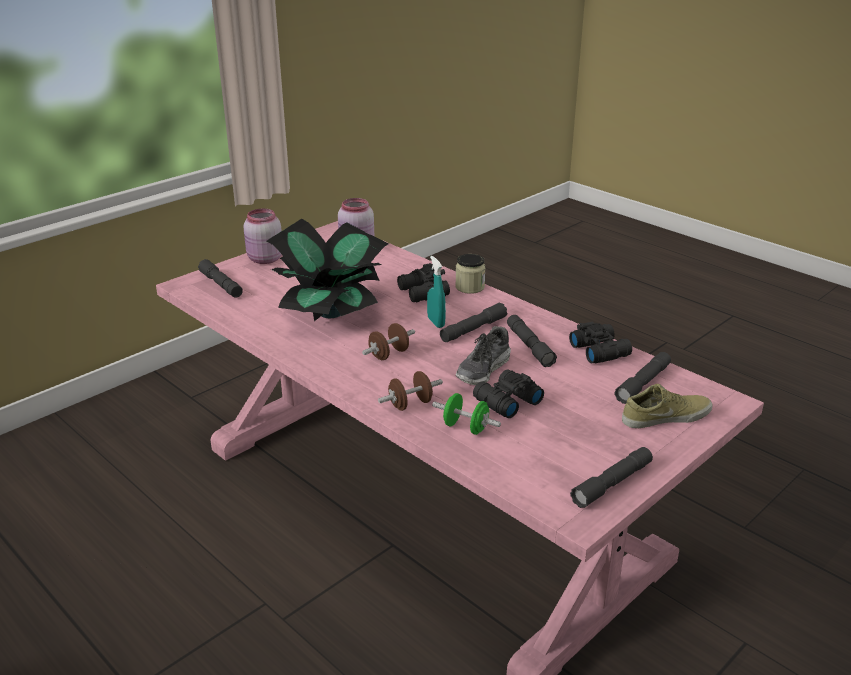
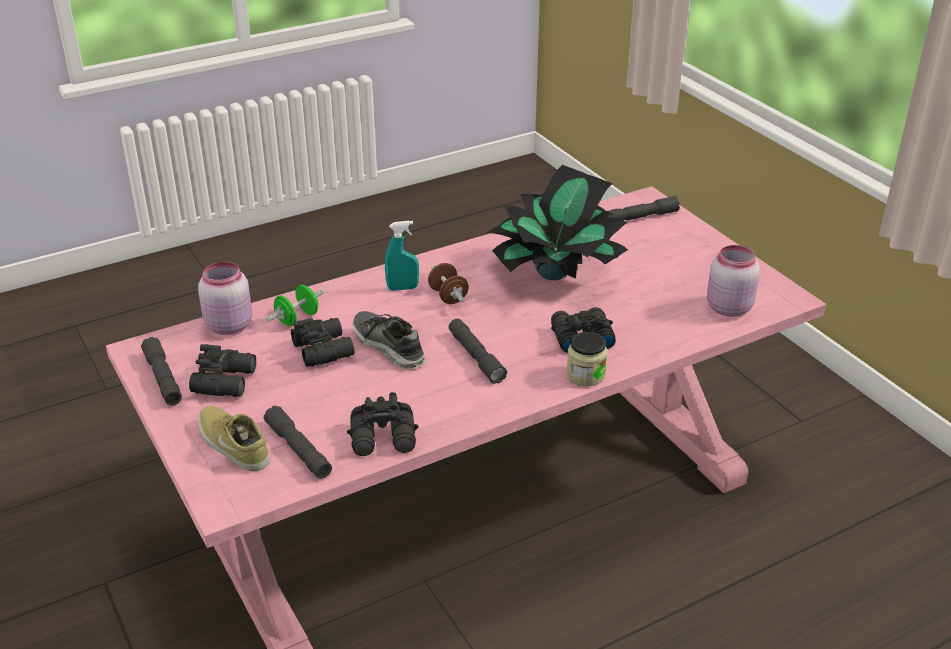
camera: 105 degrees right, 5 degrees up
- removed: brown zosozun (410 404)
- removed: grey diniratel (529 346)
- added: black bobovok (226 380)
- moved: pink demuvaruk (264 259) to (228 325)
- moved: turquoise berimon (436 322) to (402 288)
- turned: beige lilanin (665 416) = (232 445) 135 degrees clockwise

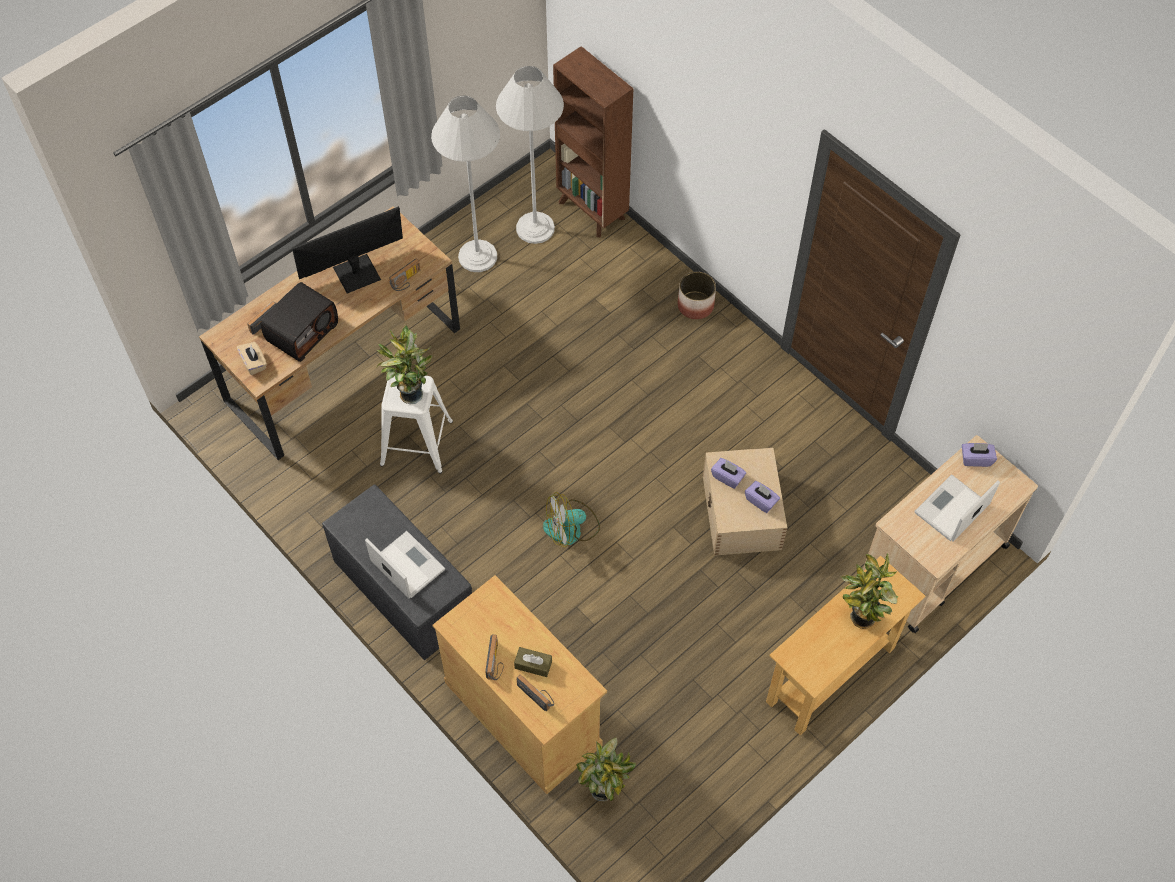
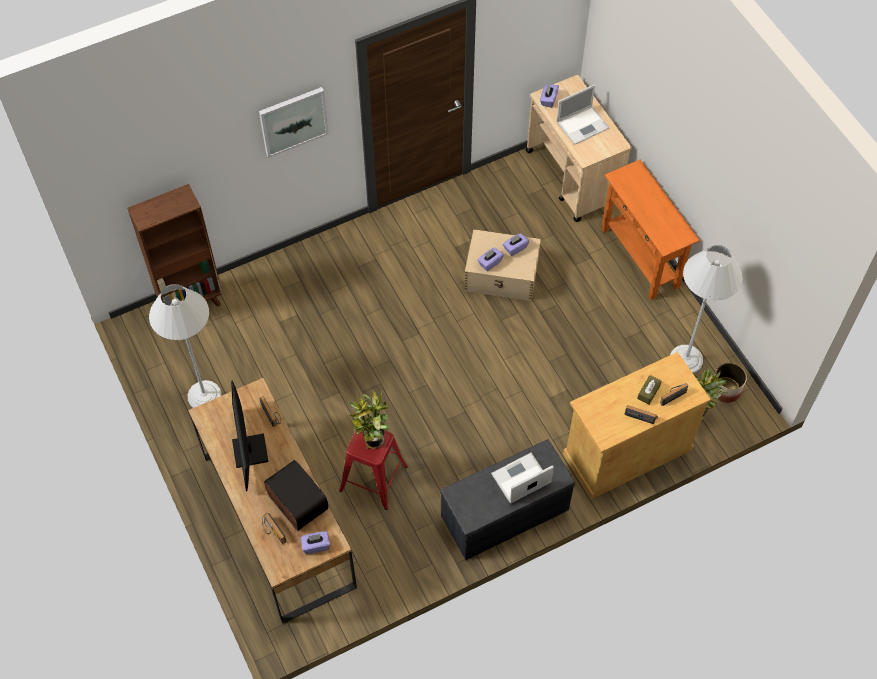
camera: 75 degrees left, 0 degrees up
- removed: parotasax (571 528)
- removed: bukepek (860 619)
- added: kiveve (293 121)
- moved: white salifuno (535 228) to (686 360)
- moved: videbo (696 305) to (725 389)
- recoloured: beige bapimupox (254 363) to purple bapimupox (316 545)
- recoloured: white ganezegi (415 443) to red ganezegi (374 479)
- recoloured: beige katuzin (830 674) to orange katuzin (640 257)
- turned: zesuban (951 510) = (583 125) 90 degrees counterclockwise

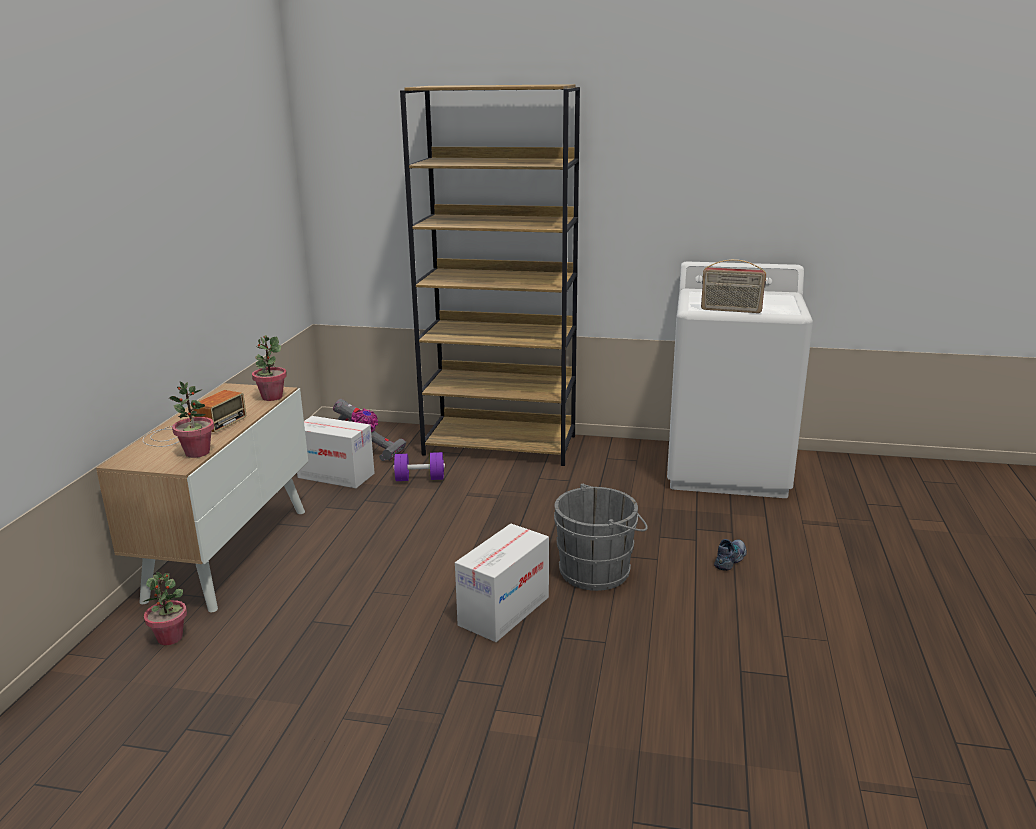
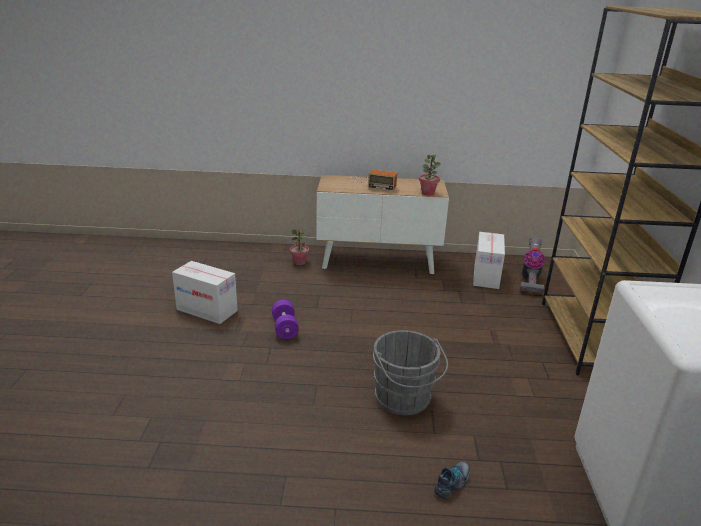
camera: 80 degrees right, 5 degrees up
- removed: bukepek (197 453)
- removed: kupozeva (731 310)
- moved: purple zosozun (420 479) to (285 328)
- moved: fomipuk (504 611) to (206 310)
- turned: lilanin (730 559) = (452 483) 75 degrees counterclockwise

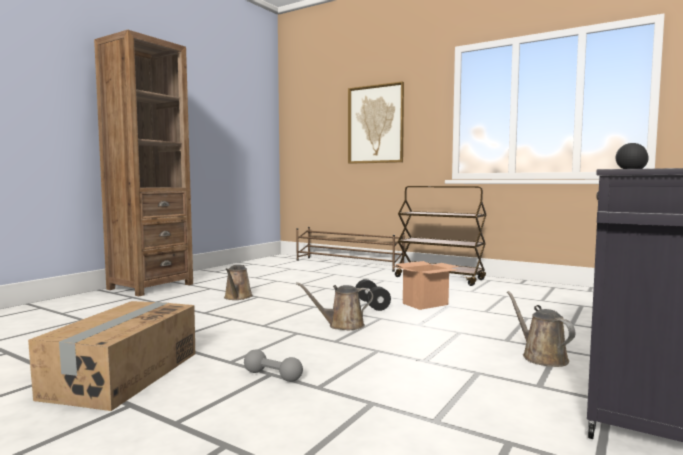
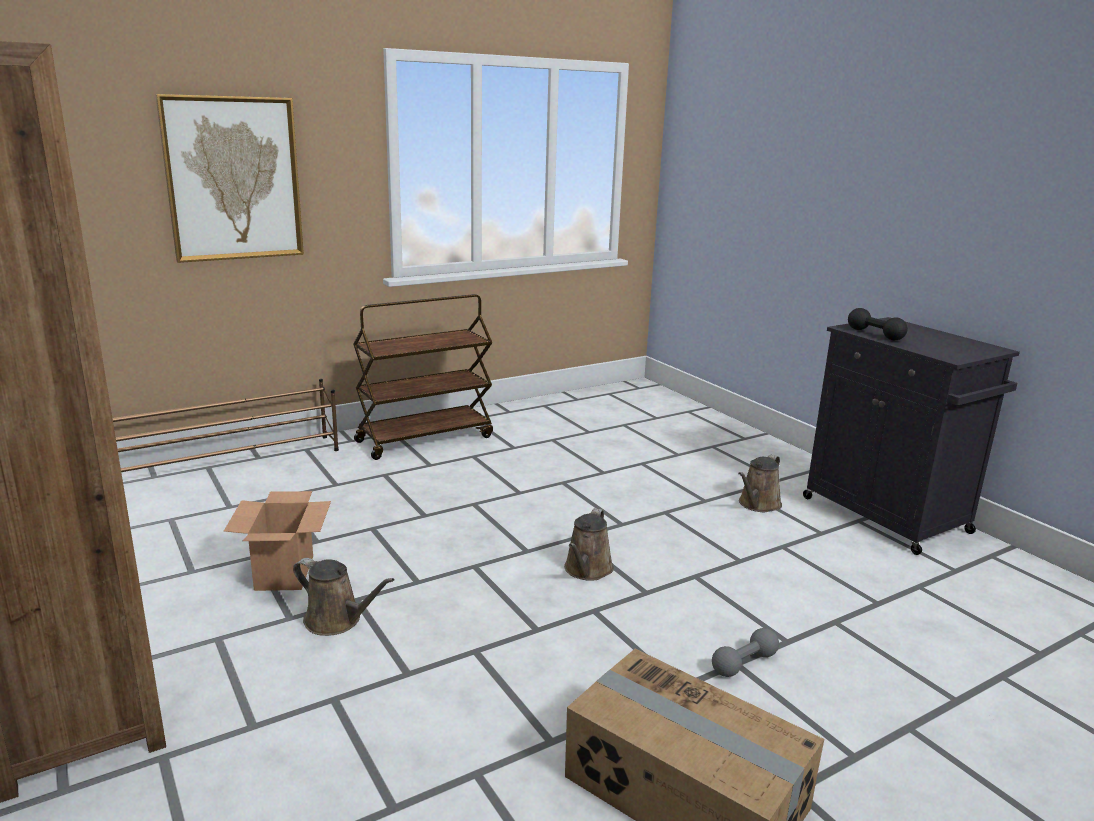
camera: 65 degrees left, 15 degrees up
- removed: black zosozun (372 305)
- moved: fomipuk (425 304) to (284 572)
- turned: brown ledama (541 357) = (758 504) 60 degrees counterclockwise

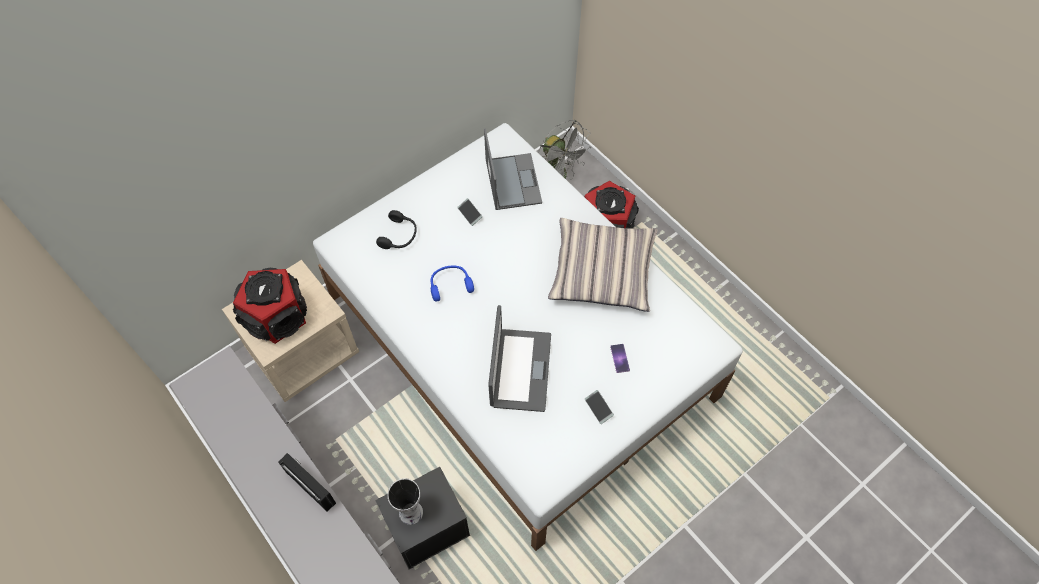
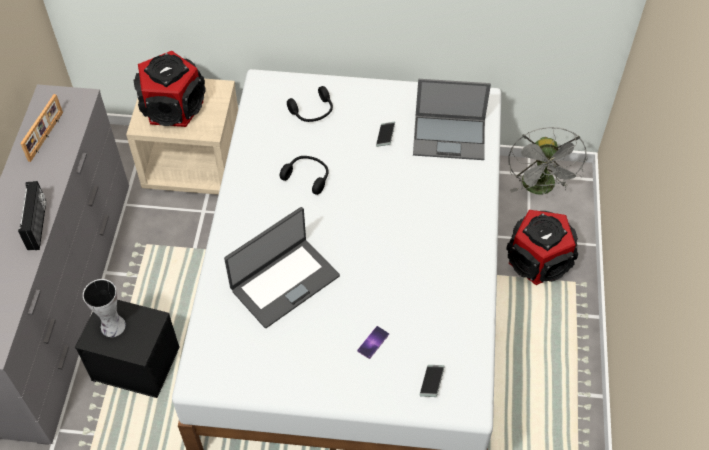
camera: 45 degrees right, 5 degrees down
- removed: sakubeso (602 271)
- added: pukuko (46 136)
- moved: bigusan (598 408) to (431 382)
- recoloured: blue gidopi (450 285) to black gidopi (307 177)
- turned: zesuban (512 181) = (450 137) 60 degrees clockwise

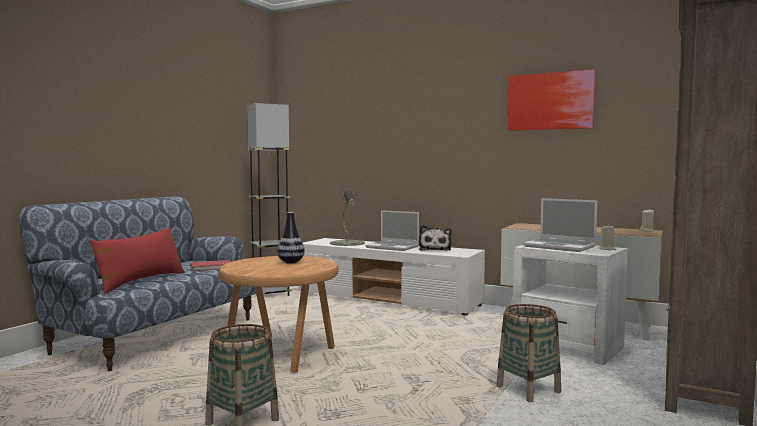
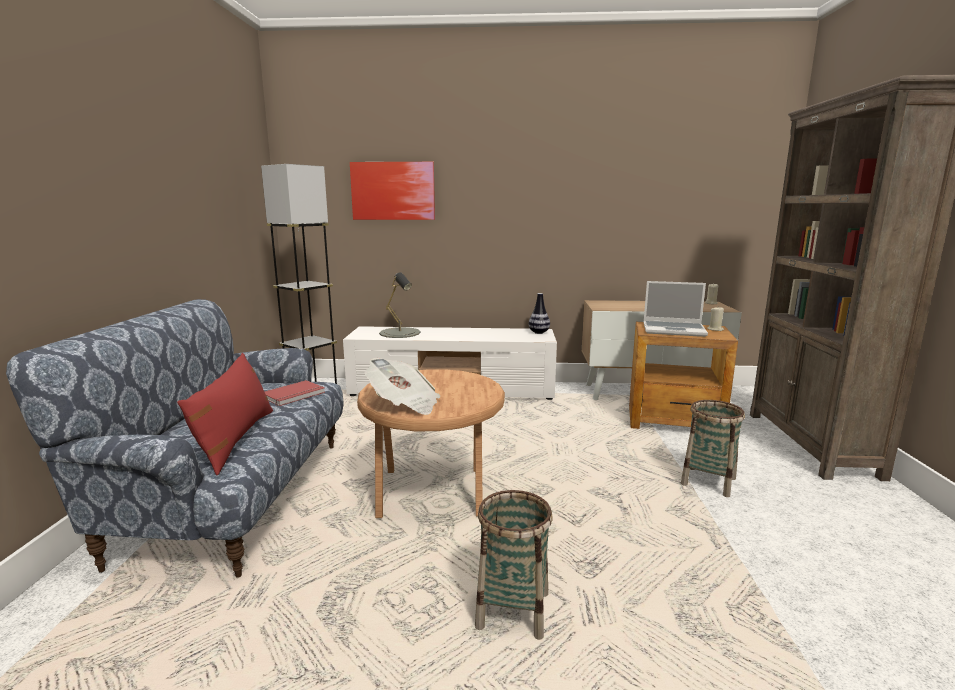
camera: 25 degrees left, 10 degrees up
- removed: zesuban (393 247)
- removed: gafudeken (434 249)
- added: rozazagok (404 404)
- moved: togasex (291 262) to (539 332)
- moved: kiveve (550 101) to (393 191)
- recoloured: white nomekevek (568 345) to brown nomekevek (674 421)

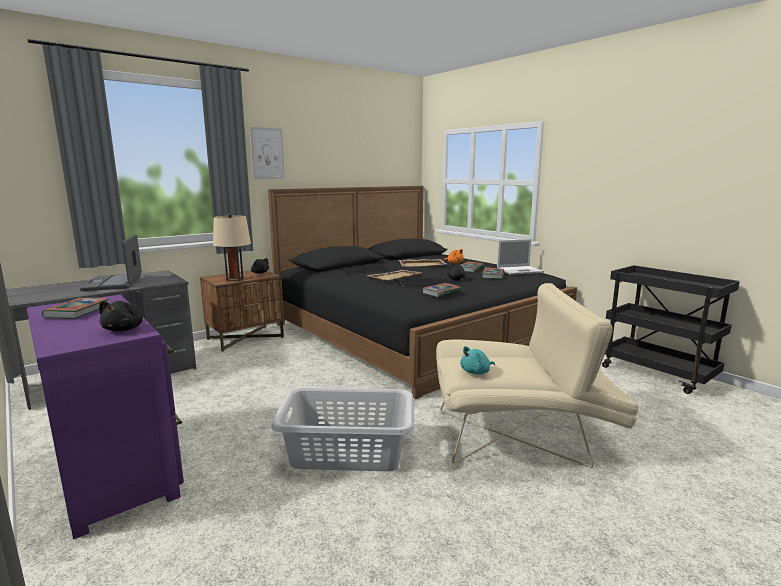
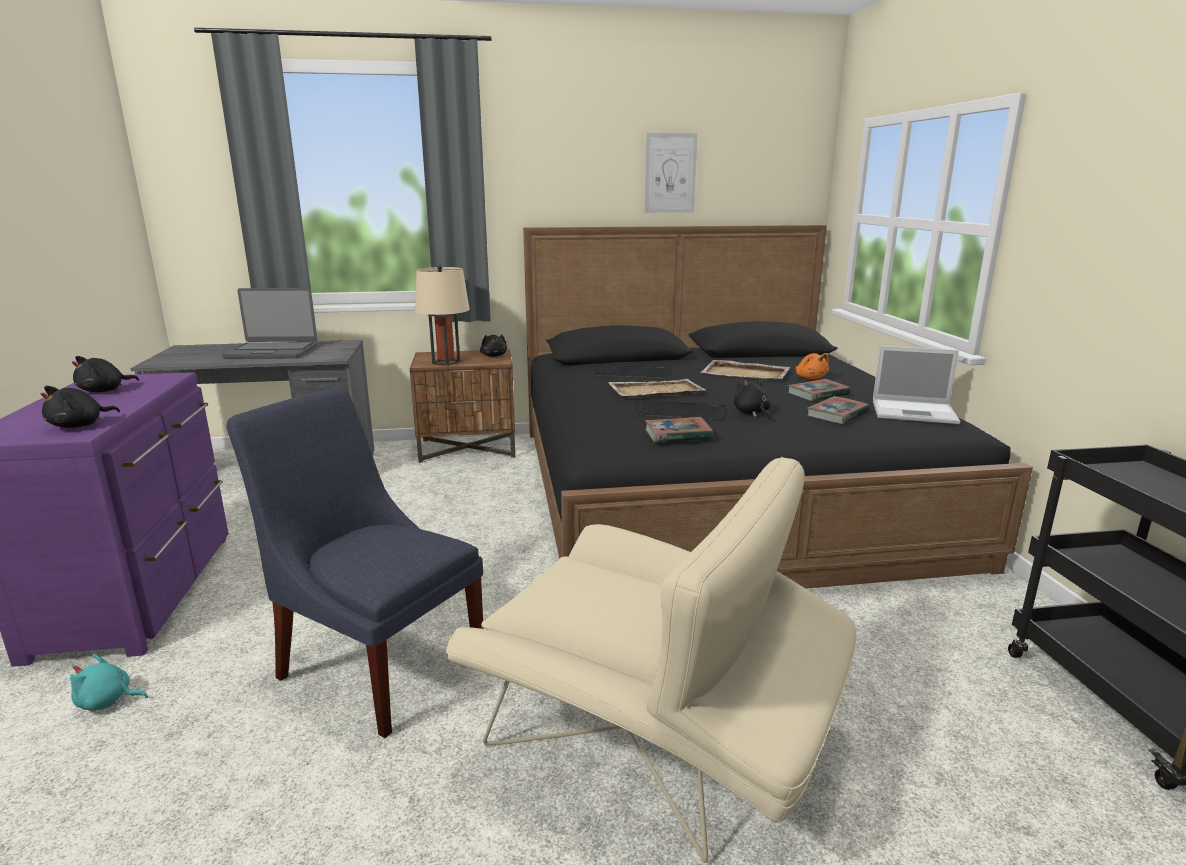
camera: 30 degrees right, 5 degrees up
- moved: kiveve (267 153) to (670 173)
- moved: turquoise gafudeken (476 372) to (108 701)
- replaced: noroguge (78 312) to black gafudeken (105 391)
- replaced: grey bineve (346 451) to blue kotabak (377 663)
- turned: zesuban (114 283) = (272 352) 105 degrees counterclockwise

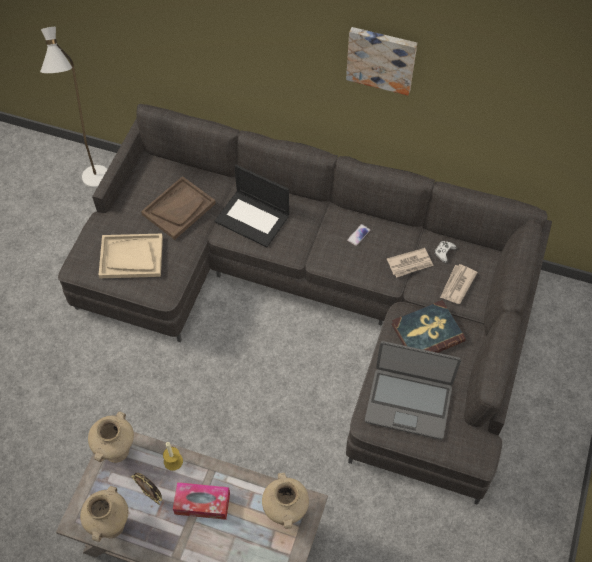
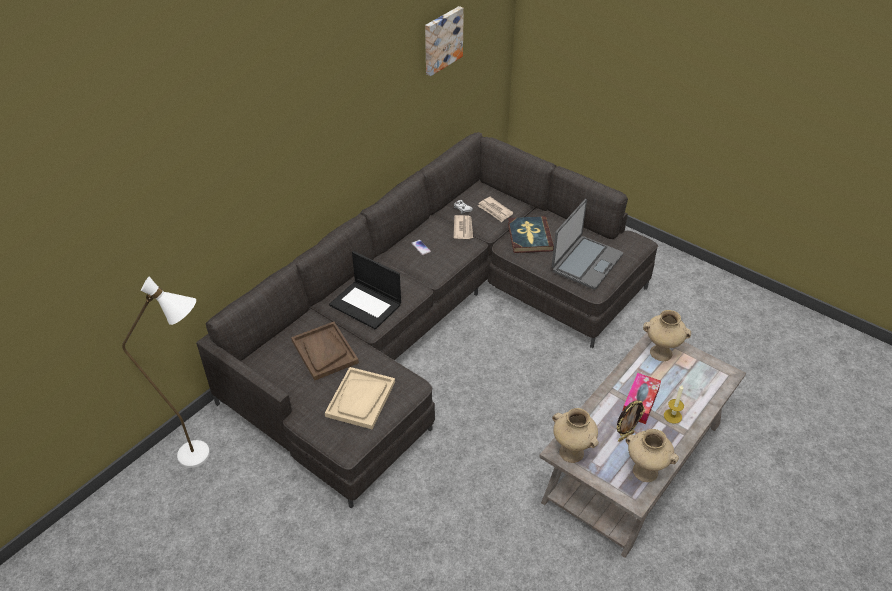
camera: 70 degrees left, 15 degrees down
- moved: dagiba (173 461) to (672 416)
- moved: kiveve (381 59) to (442 40)
- turned: zesuban (253 218) = (366 305) 75 degrees clockwise

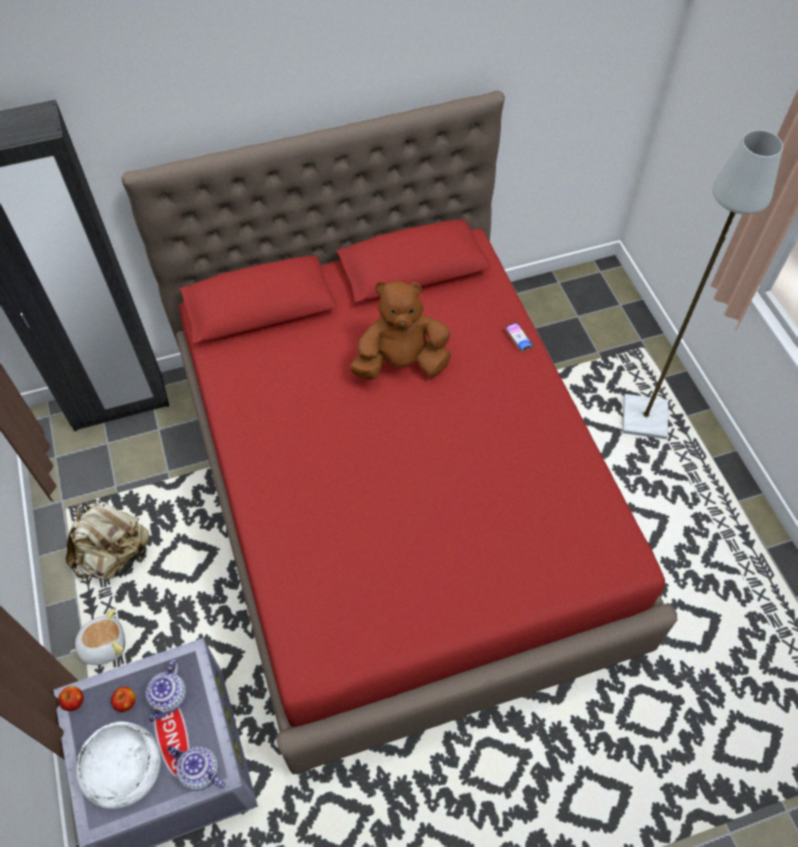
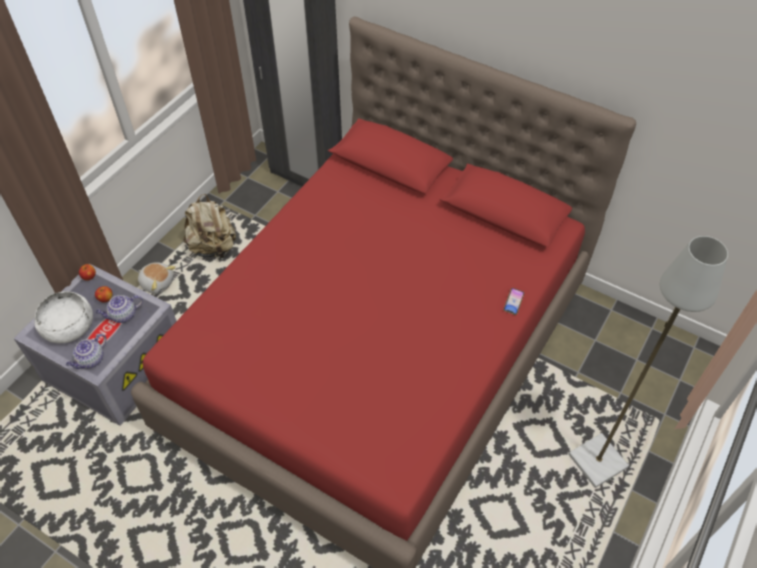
camera: 50 degrees right, 5 degrees down
- removed: brown gafudeken (401 363)
- turned: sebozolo (199 771) = (91 360) 135 degrees counterclockwise

